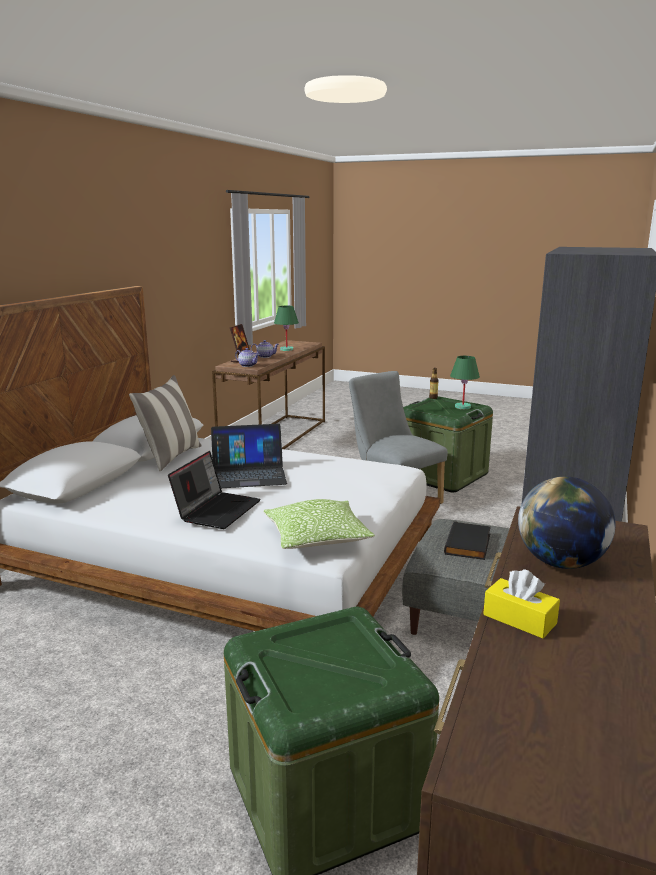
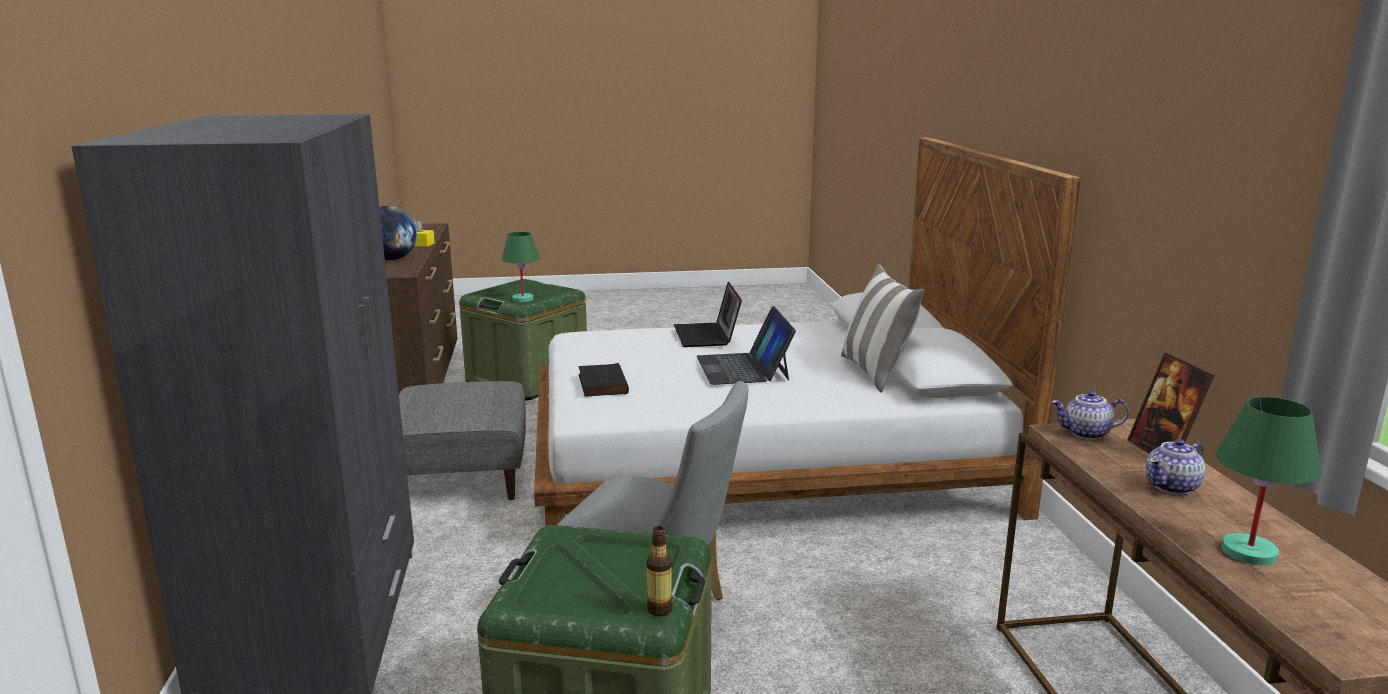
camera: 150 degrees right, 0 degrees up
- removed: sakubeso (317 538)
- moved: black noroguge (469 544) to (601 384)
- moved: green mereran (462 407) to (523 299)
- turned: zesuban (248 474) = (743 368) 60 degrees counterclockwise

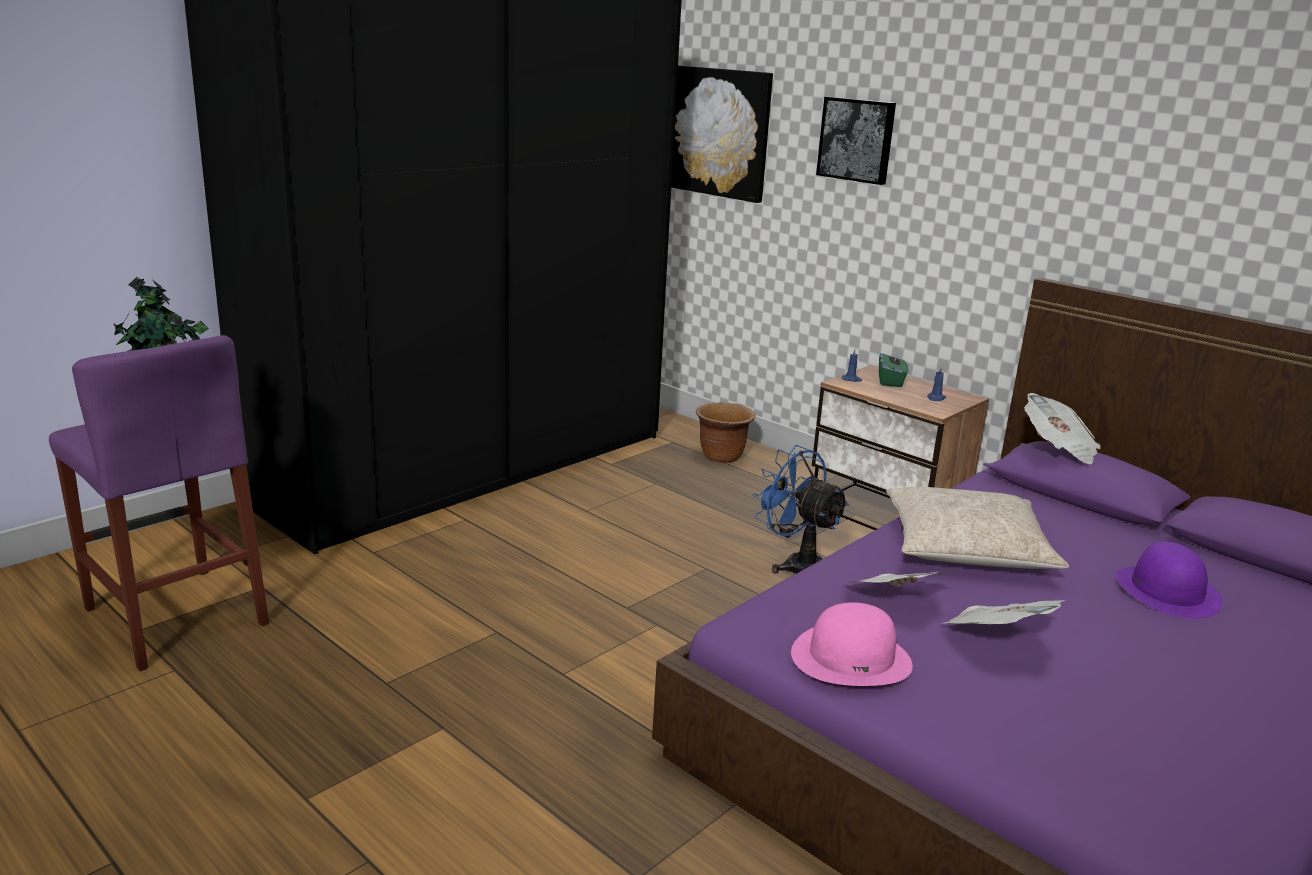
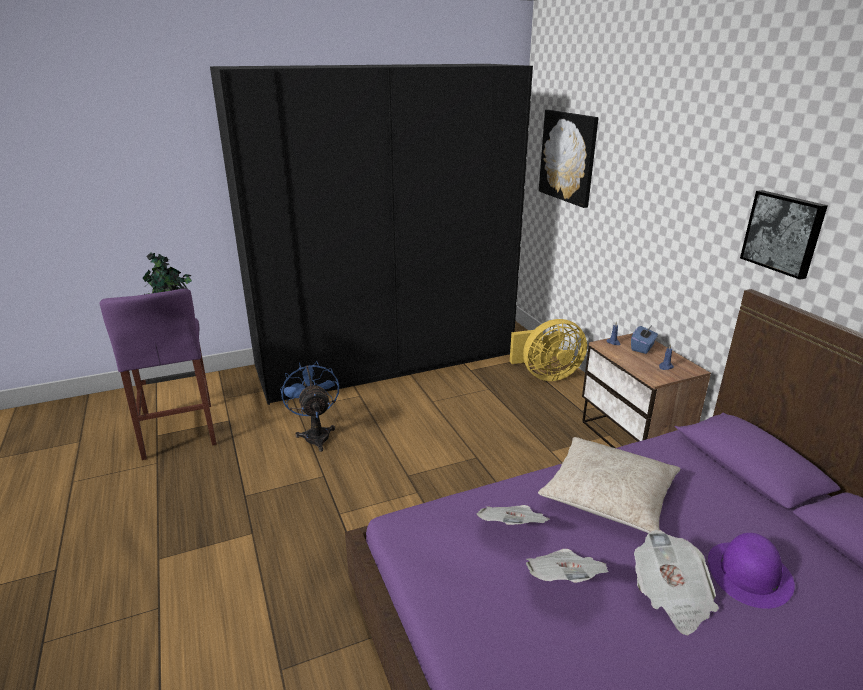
camera: 25 degrees right, 5 degrees up
- removed: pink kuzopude (851 657)
- moved: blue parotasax (796 565) to (316 434)
- moved: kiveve (857 140) to (783 233)
- moved: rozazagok (1058 449) to (671 597)
- replaced: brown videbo (722 457) to yellow parotasax (546 375)
- recoloured: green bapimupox (891 381) to blue bapimupox (642 348)

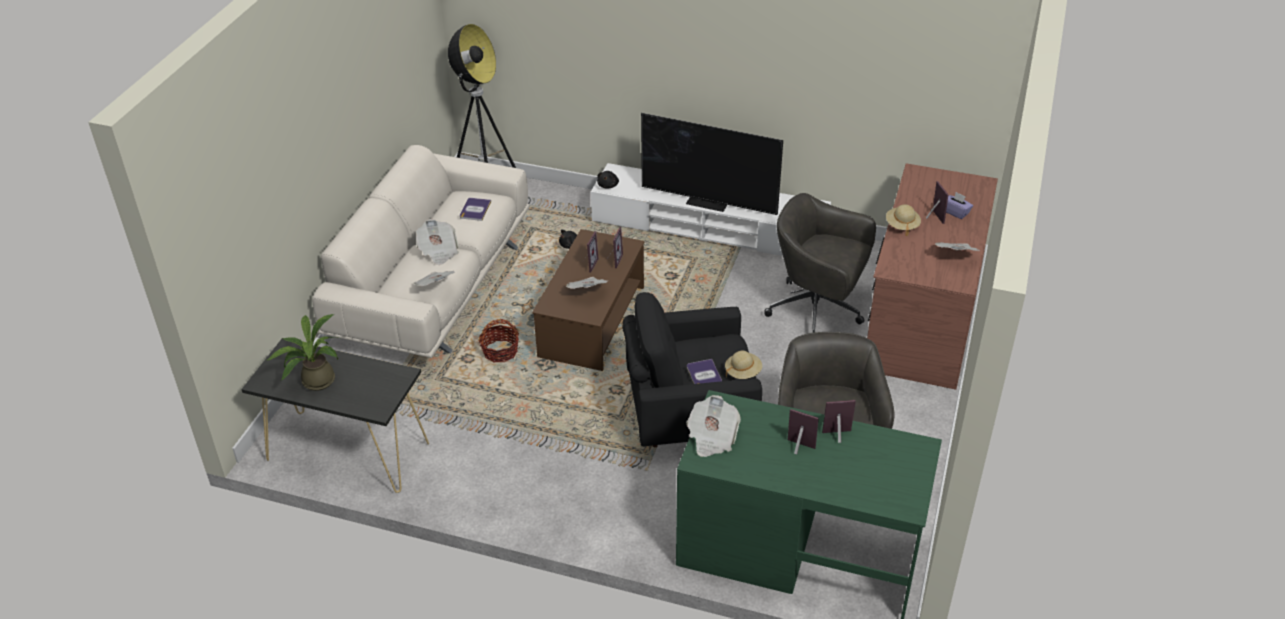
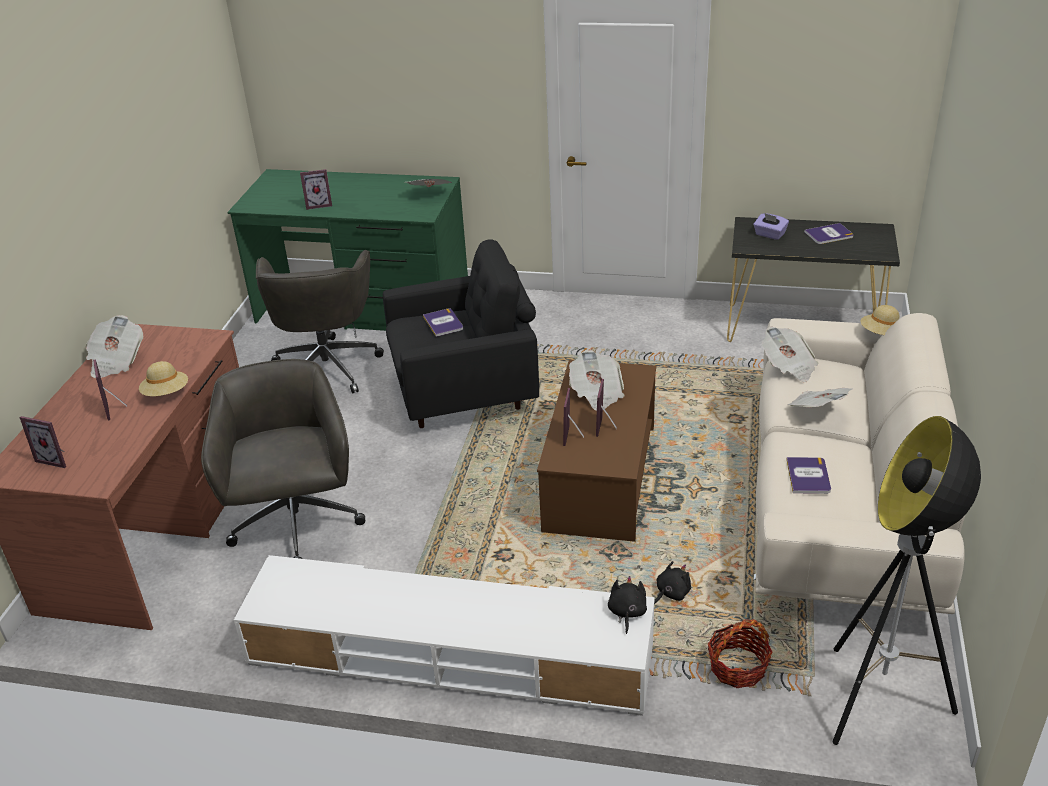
camera: 175 degrees right, 5 degrees down
- removed: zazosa (708 202)
- moved: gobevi (500 351) to (737 667)
- moved: beige kuzopude (743 372) to (881 334)
- moved: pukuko (798 448) to (56 458)
- moved: purple bapimupox (955 212) to (769 235)
- replaced: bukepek (314 381) to noroguge (829 234)
- turned: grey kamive (817 310) = (296 524) 120 degrees counterclockwise

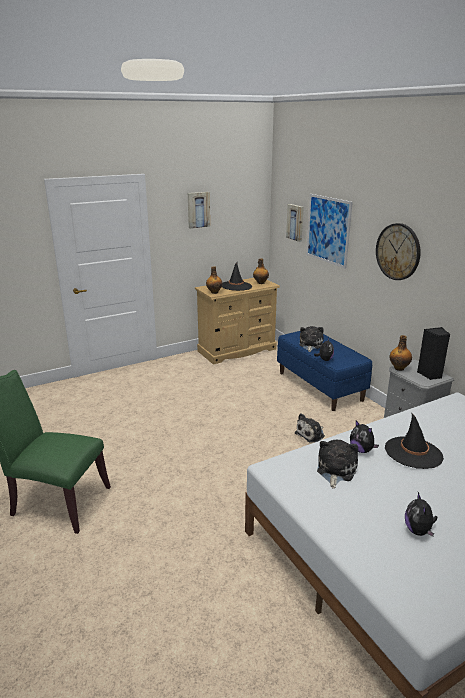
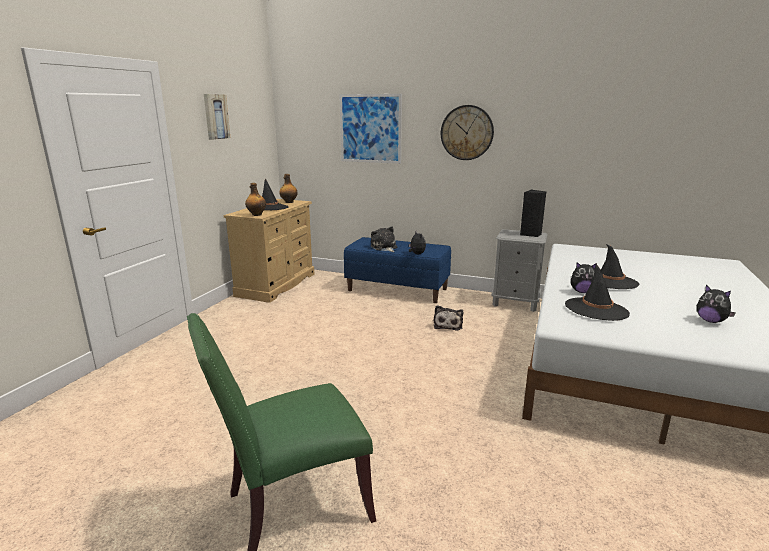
camera: 40 degrees left, 5 degrees down
- removed: kiveve (295 222)
- removed: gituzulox (399 368)
- replaced: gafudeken (335 470) to black kuzopude (596 309)

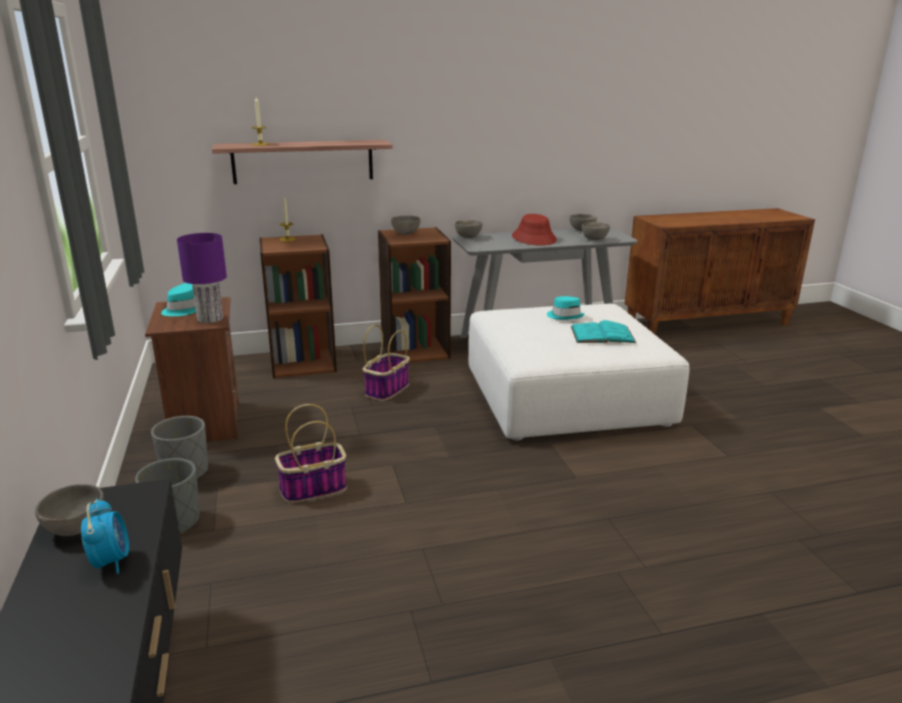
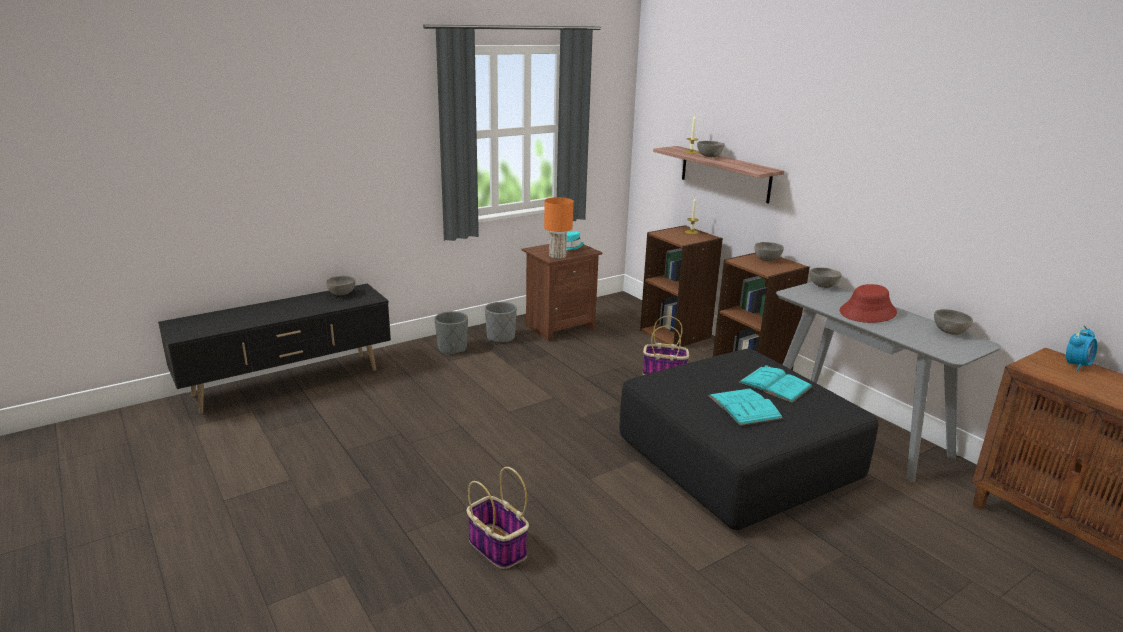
camera: 70 degrees right, 0 degrees up
- moved: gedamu (111 561) to (1076 365)
- moved: gobevi (312 489) to (496 547)
- moved: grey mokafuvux (595 239) to (709 157)
- replaced: turquoise kuzopude (565 316) to turquoise noroguge (775 384)
- recoloured: purple mereran (211 319) to orange mereran (557 256)
- recoloured: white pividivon (566 397) to black pividivon (736 459)

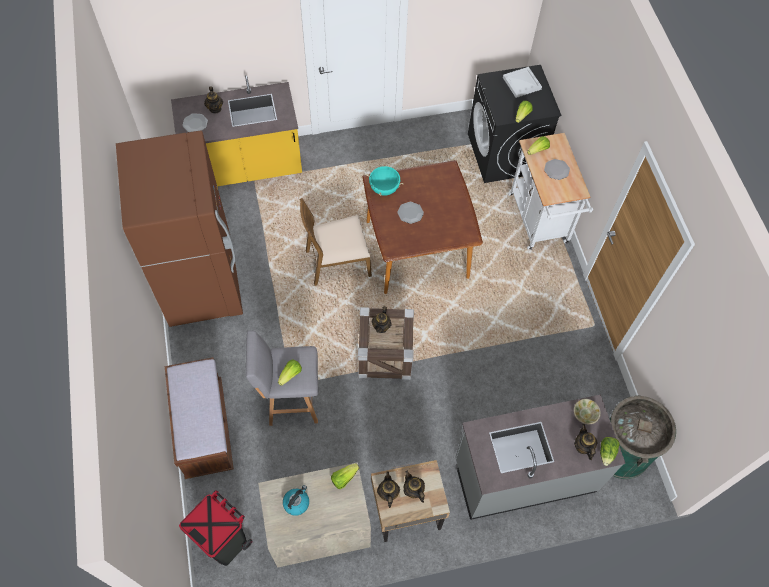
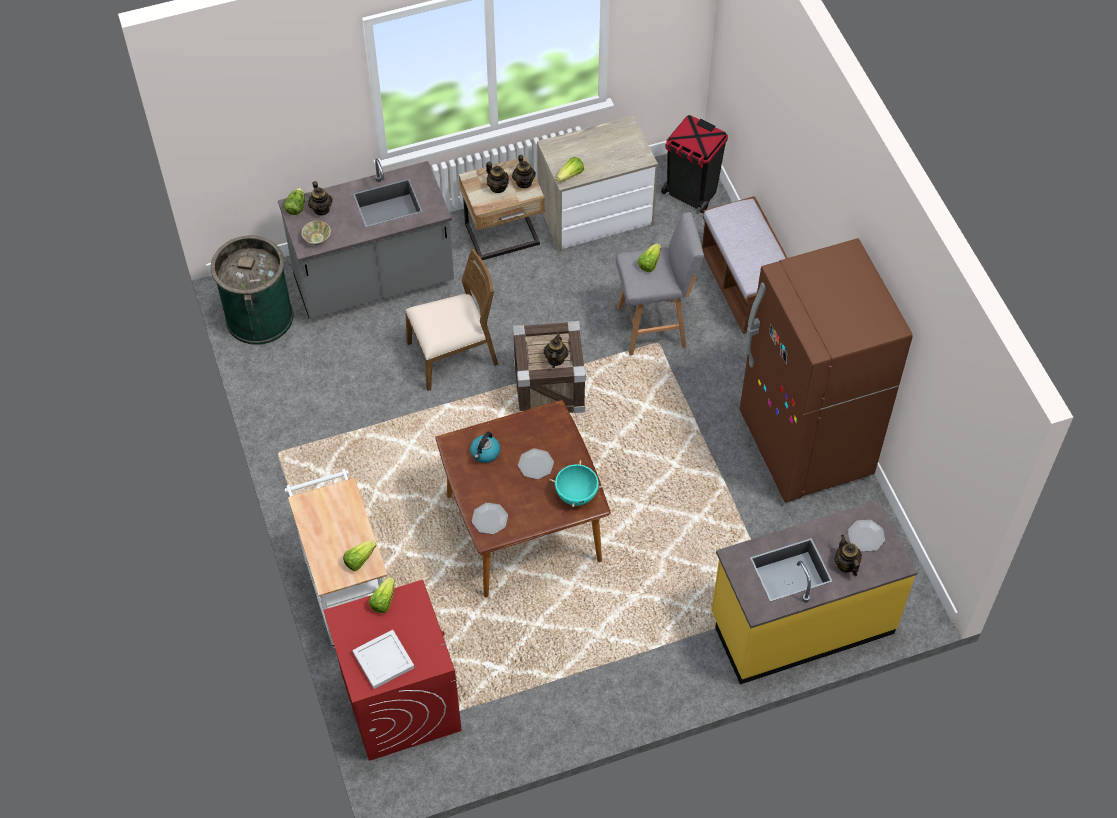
camera: 175 degrees right, 5 degrees down
- moved: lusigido (296 502) to (485 453)
- moved: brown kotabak (337 262) to (453 354)
- moved: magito (556 170) to (489 519)
- recoloured: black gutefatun (504 154) to red gutefatun (399 700)

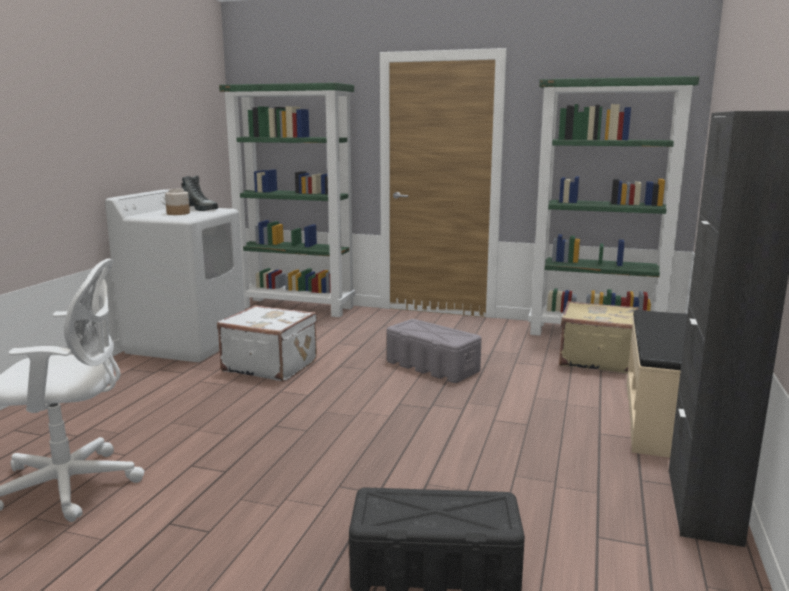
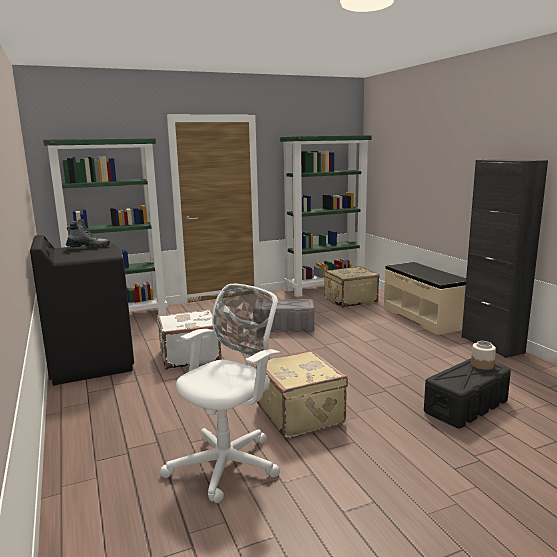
camera: 40 degrees left, 0 degrees up
- added: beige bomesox (301 414)
- moved: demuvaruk (178 213) to (482 365)
- recoloured: white gutefatun (186 343) to black gutefatun (91 363)

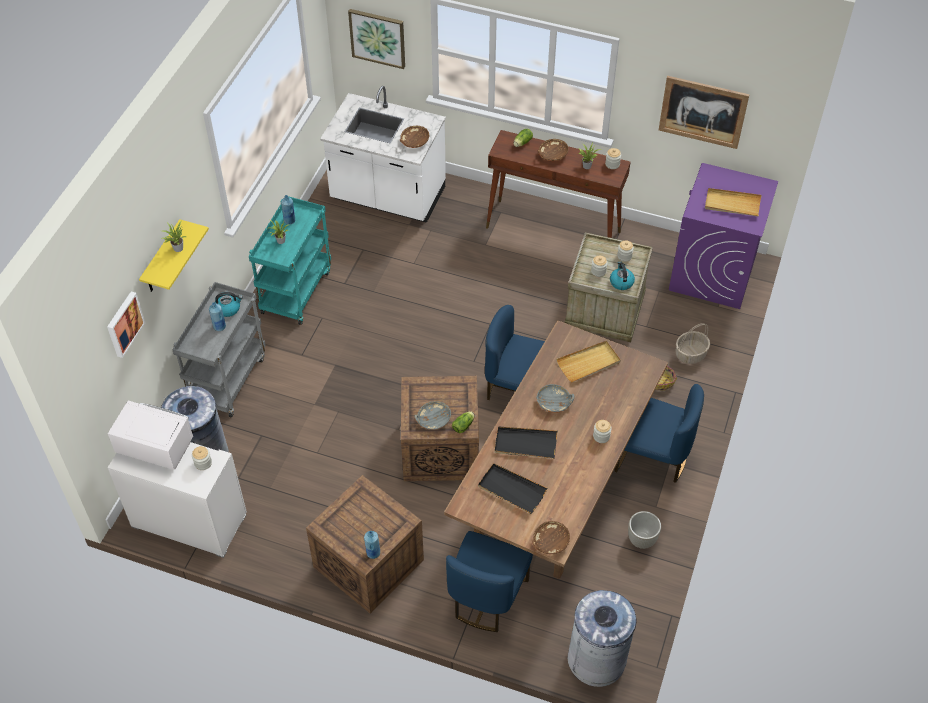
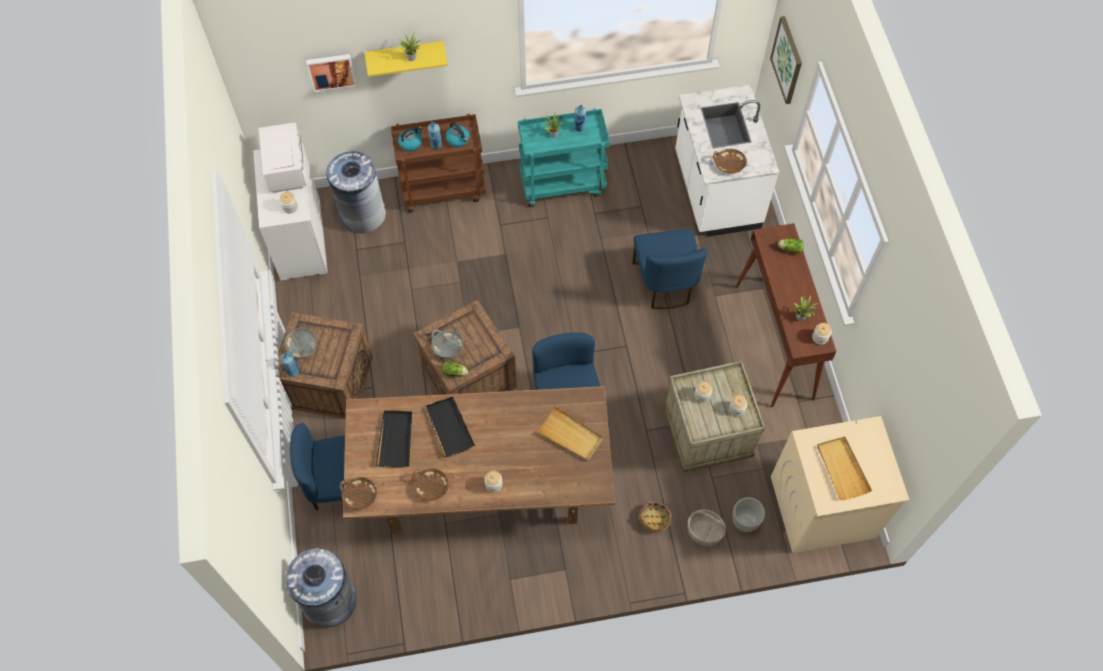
camera: 60 degrees right, 10 degrees up
- removed: kiveve (703 112)
- moved: grey mokafuvux (554 402) to (302 346)
- moved: brown mokafuvux (552 154) to (430 486)
- moved: lusigido (621 282) to (411 143)
- moved: blue kotabak (652 457) to (664 282)
- moved: grey videbo (642 540) to (745 521)
- recoloured: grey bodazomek (228 379) to brown bodazomek (443 189)
- recoloured: purple gutefatun (713 273) to beige gutefatun (821 507)

